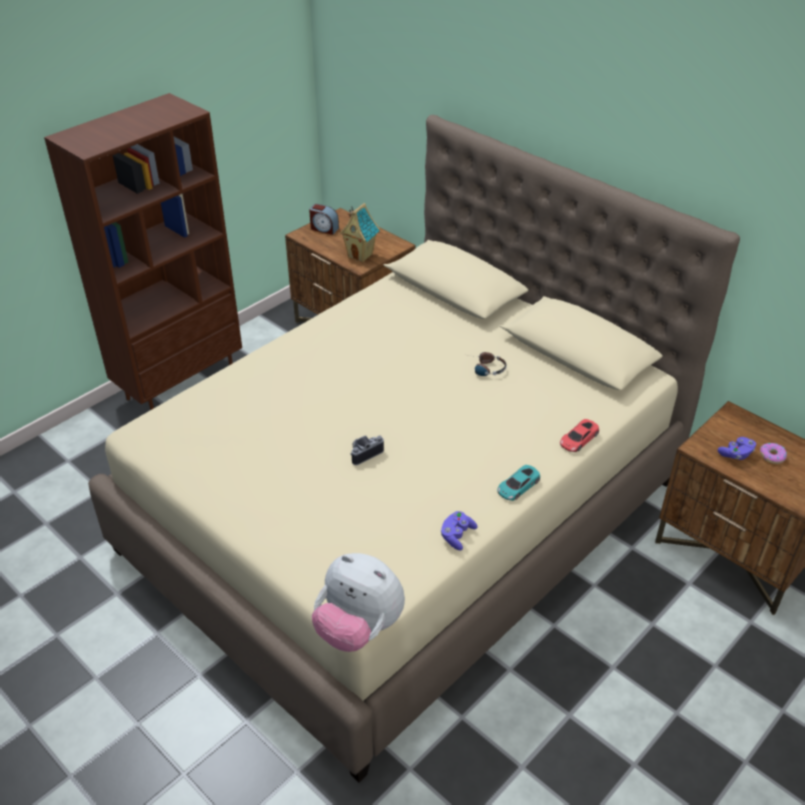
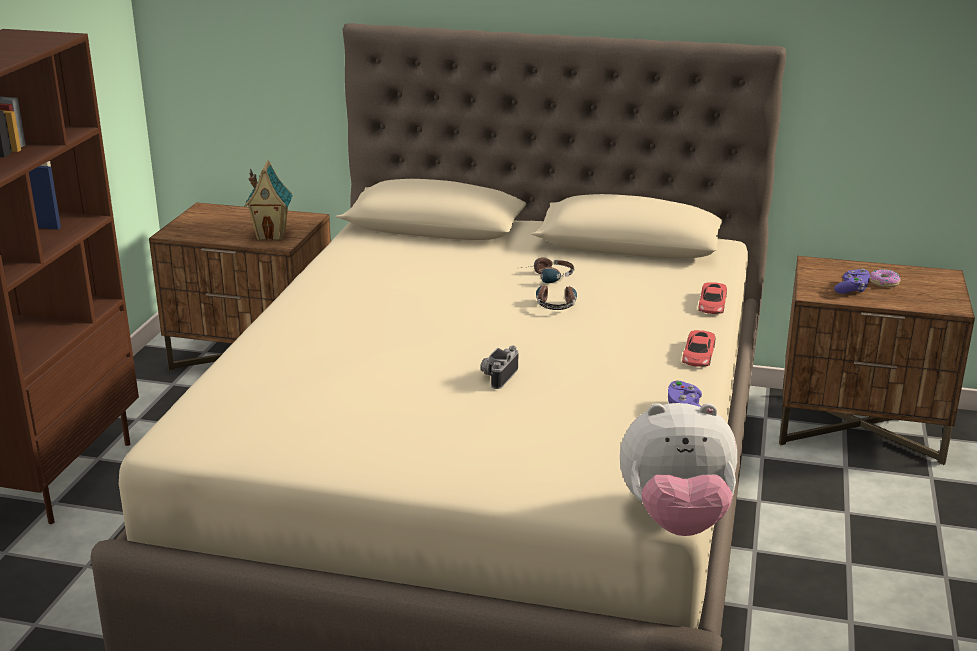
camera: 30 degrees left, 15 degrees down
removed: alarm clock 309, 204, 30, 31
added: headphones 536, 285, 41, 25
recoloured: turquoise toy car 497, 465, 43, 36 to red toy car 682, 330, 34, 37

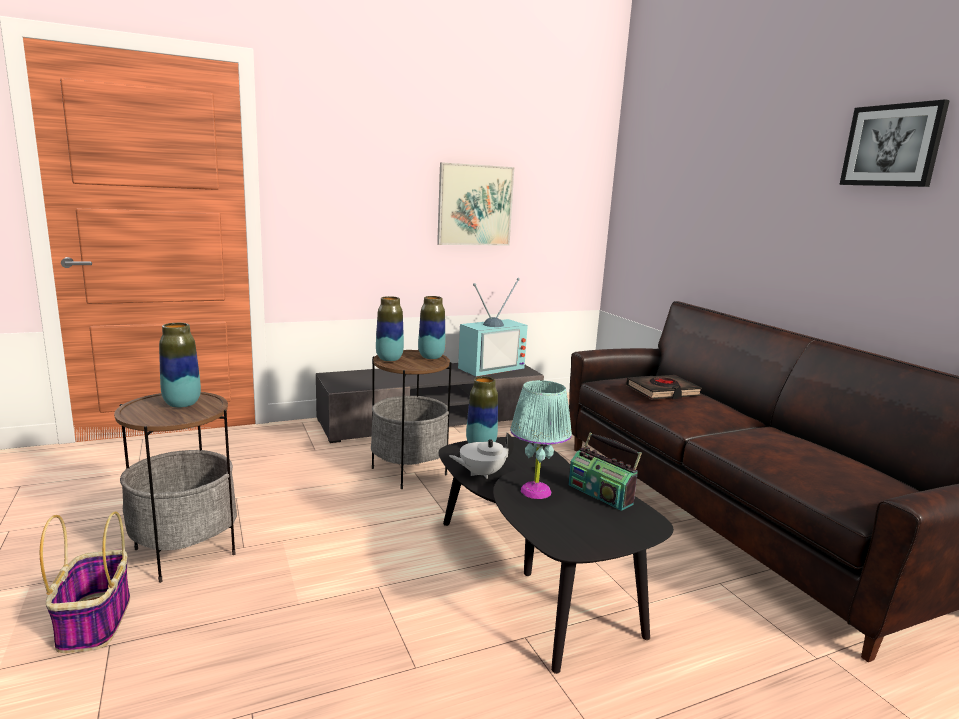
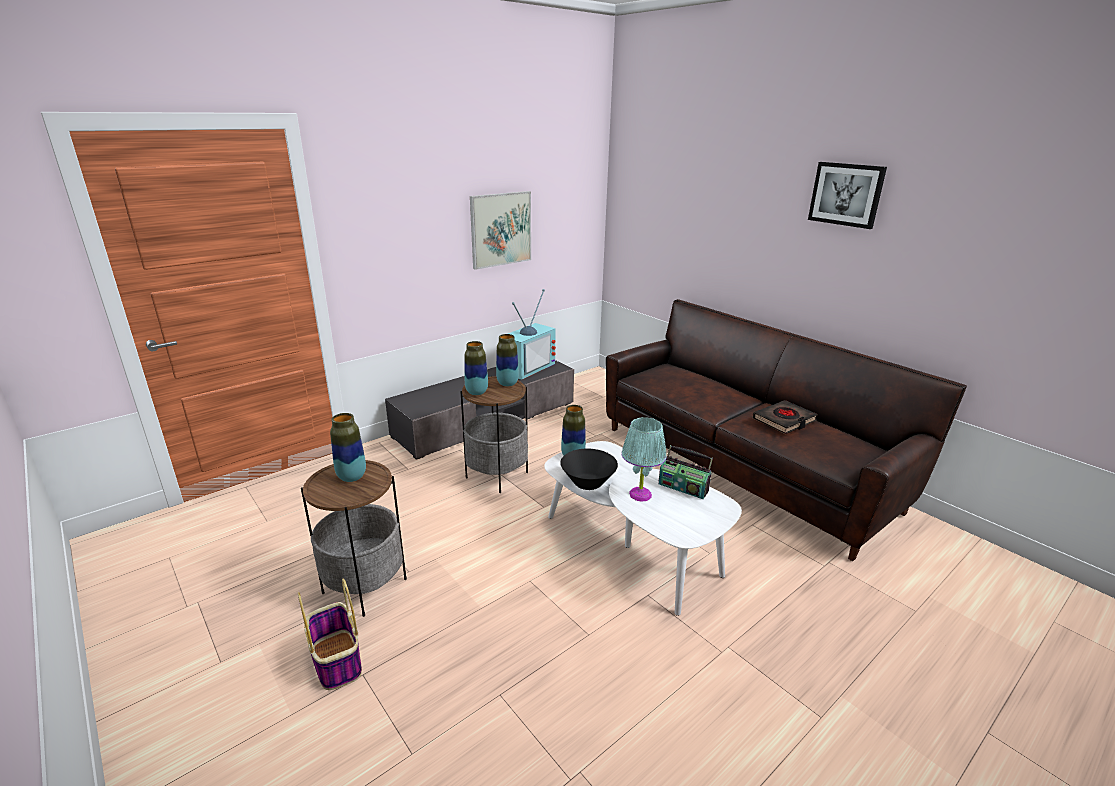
camera: 15 degrees left, 10 degrees up
moved: black book 626, 375, 76, 24 to 752, 400, 66, 34
replaced: white teapot 449, 433, 65, 46 to black bowl 560, 449, 58, 41
recoloured: black coffee table 439, 437, 235, 237 to white coffee table 544, 441, 198, 175

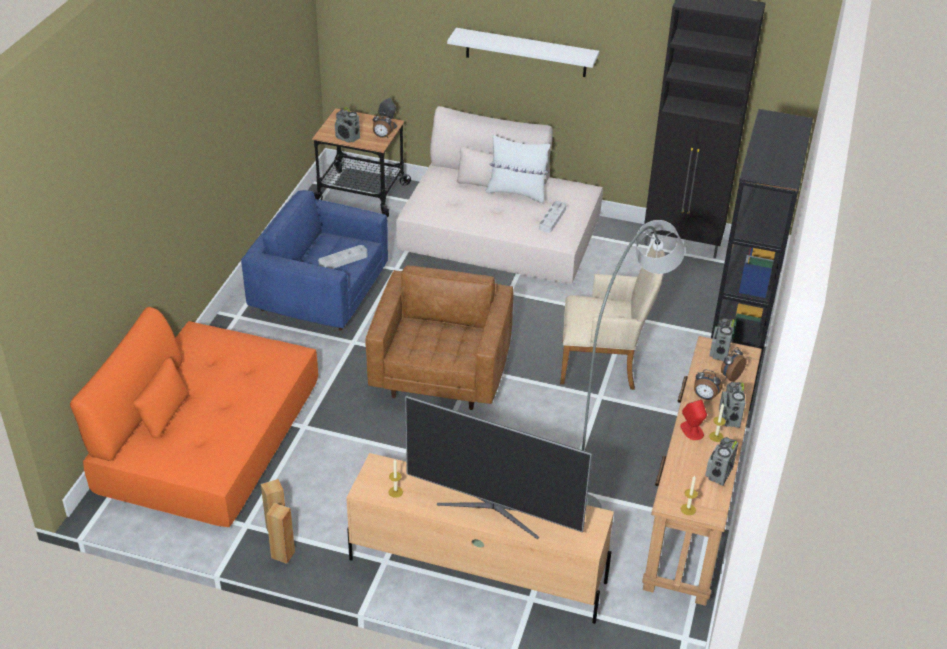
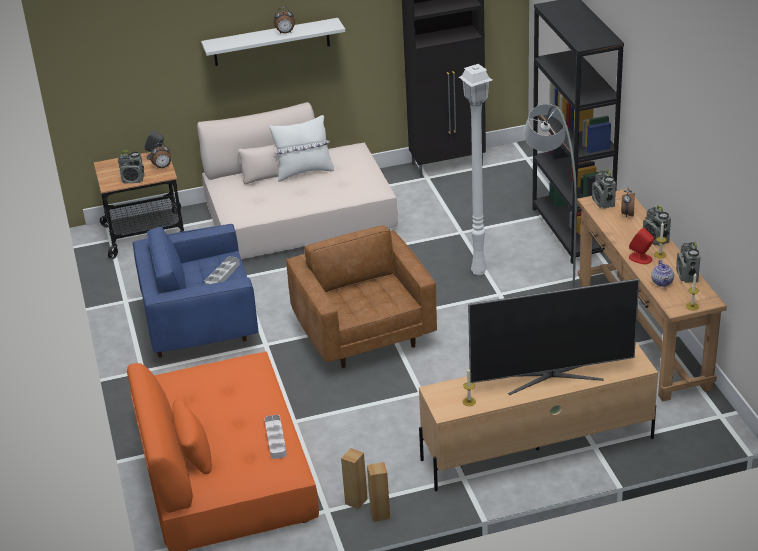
camera: 30 degrees left, 5 degrees down
added: teapot 651, 260, 23, 27
moved: white tray 539, 201, 27, 32 to 265, 415, 22, 44; alarm clock 694, 369, 29, 31 to 274, 7, 21, 27
replaced: beige armchair 560, 242, 105, 148 to white floor lamp 459, 64, 33, 211

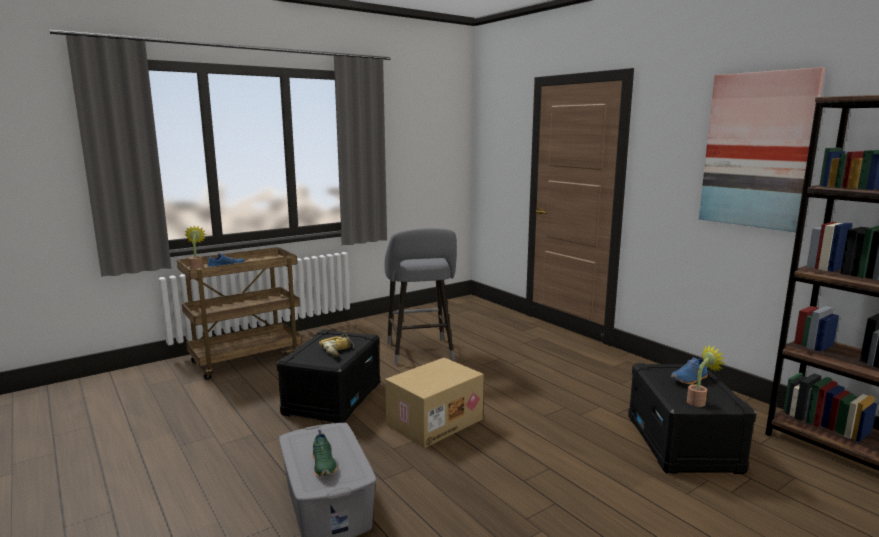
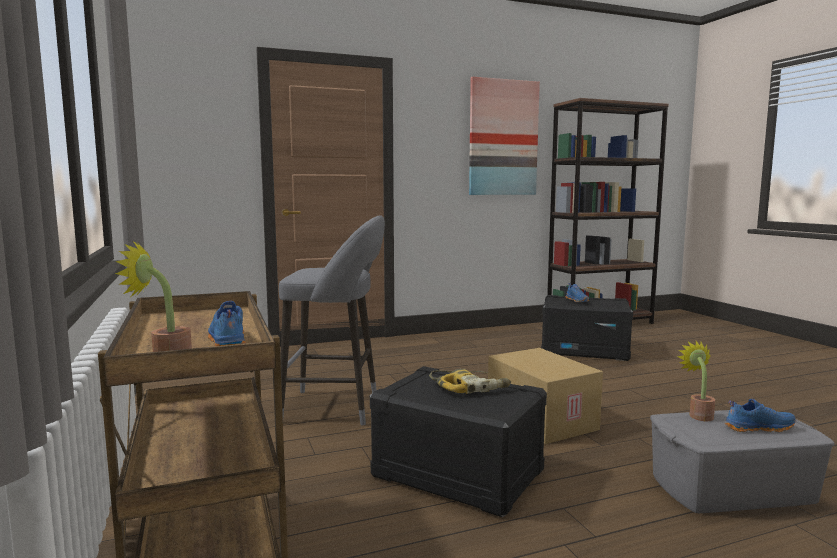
camera: 75 degrees left, 5 degrees down
moved: potted plant 687, 345, 38, 62 to 677, 341, 38, 80
recoloured: green shoe 312, 429, 25, 48 to blue shoe 725, 399, 71, 33

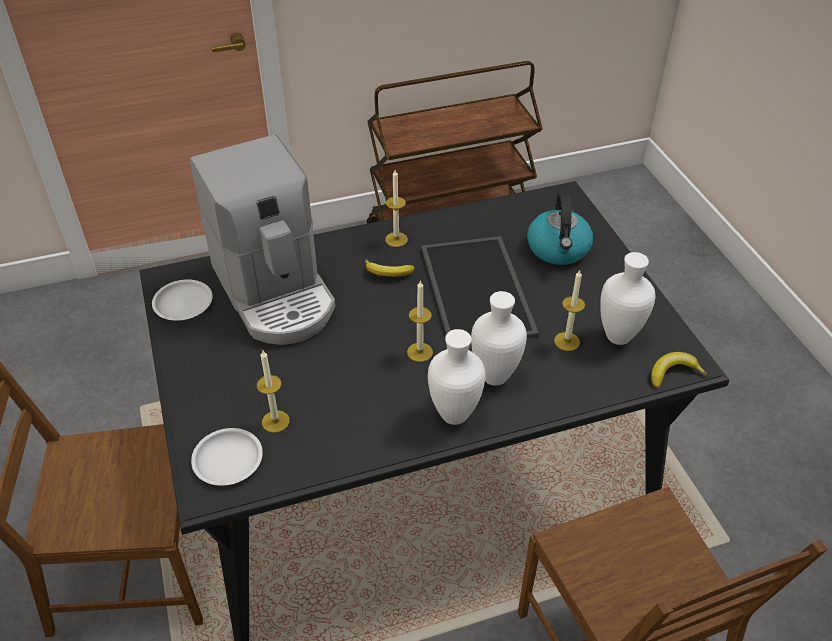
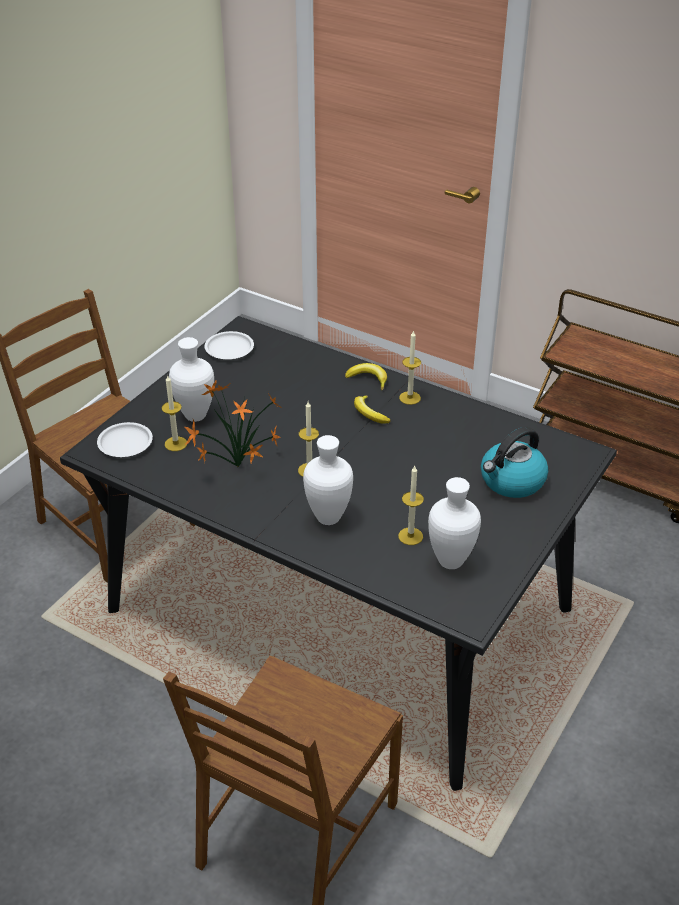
camera: 50 degrees right, 5 degrees down
removed: coffee machine 189, 134, 146, 211; tray 421, 236, 118, 110
added: potted plant 185, 381, 97, 86
moved: white vase 428, 329, 57, 96 to 169, 337, 45, 85; banana 651, 352, 56, 36 to 345, 363, 42, 27

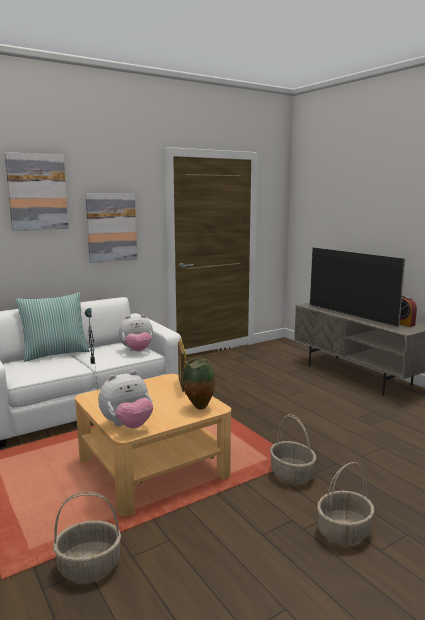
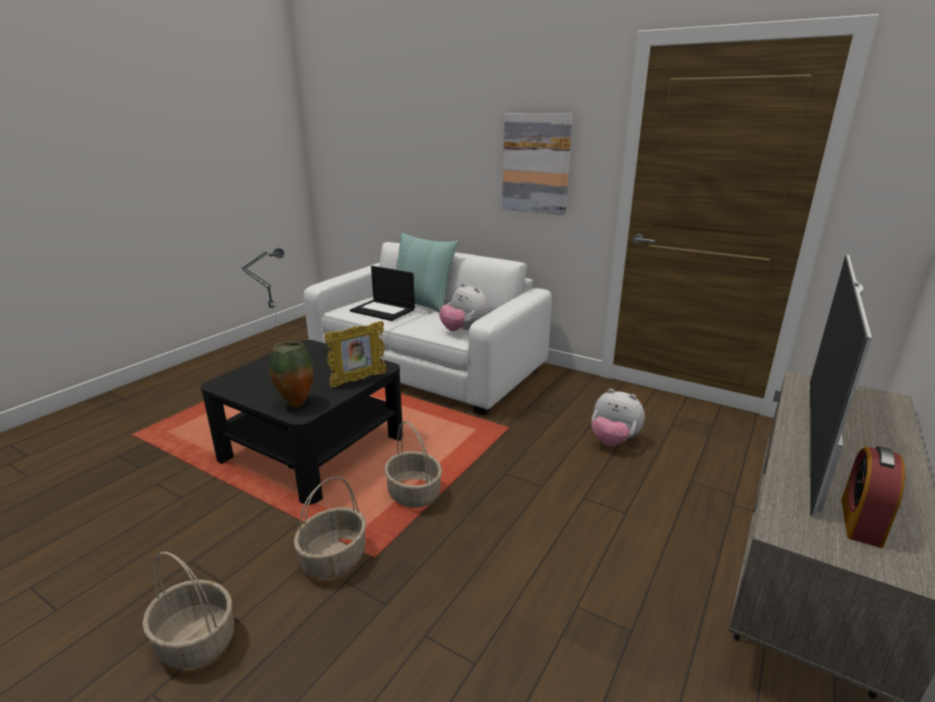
camera: 65 degrees right, 10 degrees up
removed: picture 5, 152, 64, 79
added: laptop 350, 266, 65, 55
moved: plush toy 98, 371, 55, 57 to 591, 389, 54, 57; basket 53, 491, 68, 91 to 384, 421, 58, 87
recoloured: beige coffee table 75, 374, 156, 143 to black coffee table 201, 340, 202, 165

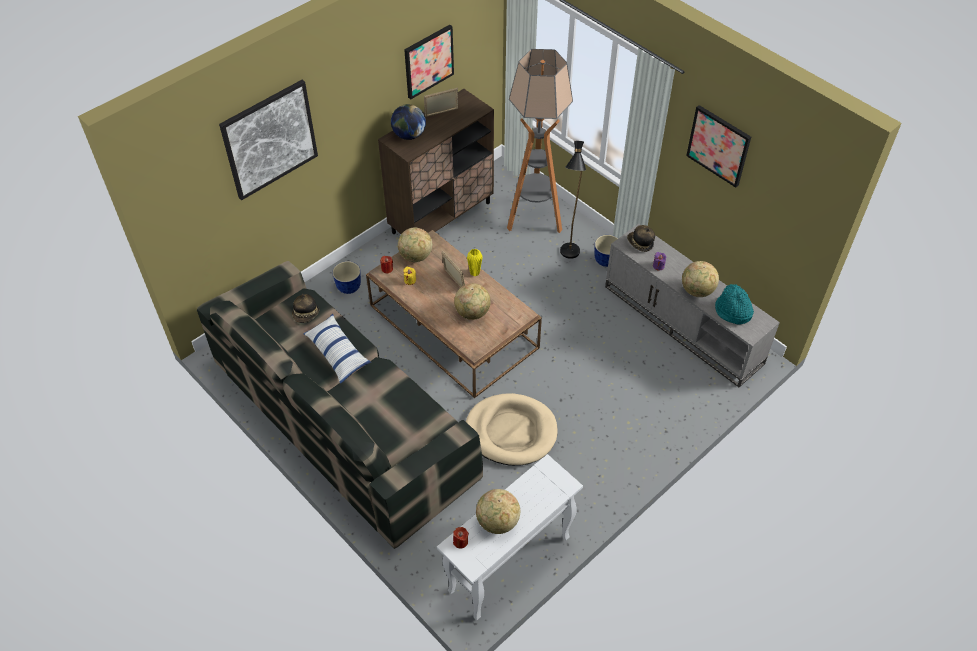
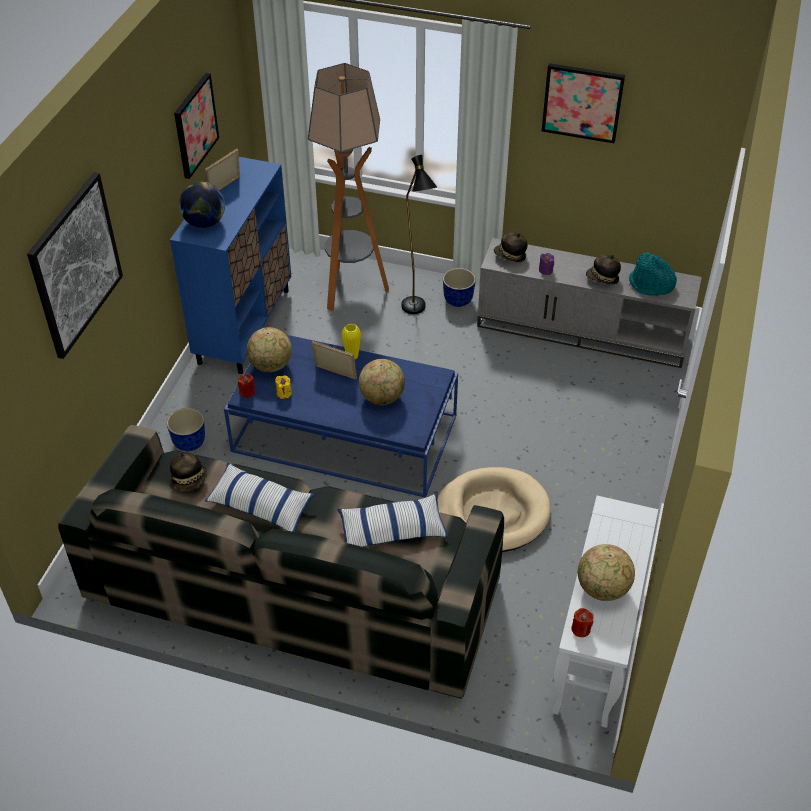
camera: 30 degrees left, 5 degrees down
added: pillow 337, 493, 111, 54
replaced: globe 682, 261, 37, 36 to hat 586, 255, 35, 29
recoloured: brown cabinet 378, 89, 116, 145 to blue cabinet 170, 157, 121, 217; brown coffee table 366, 230, 176, 168 to blue coffee table 224, 335, 234, 163

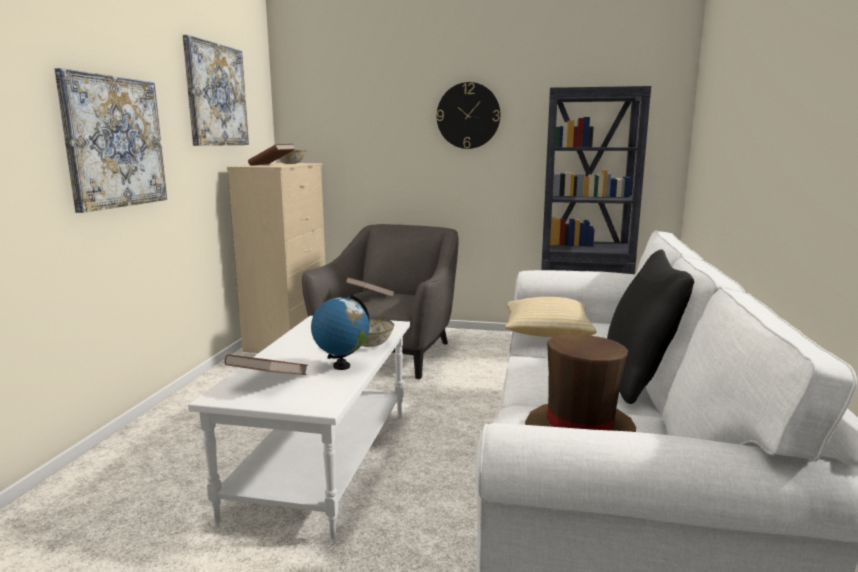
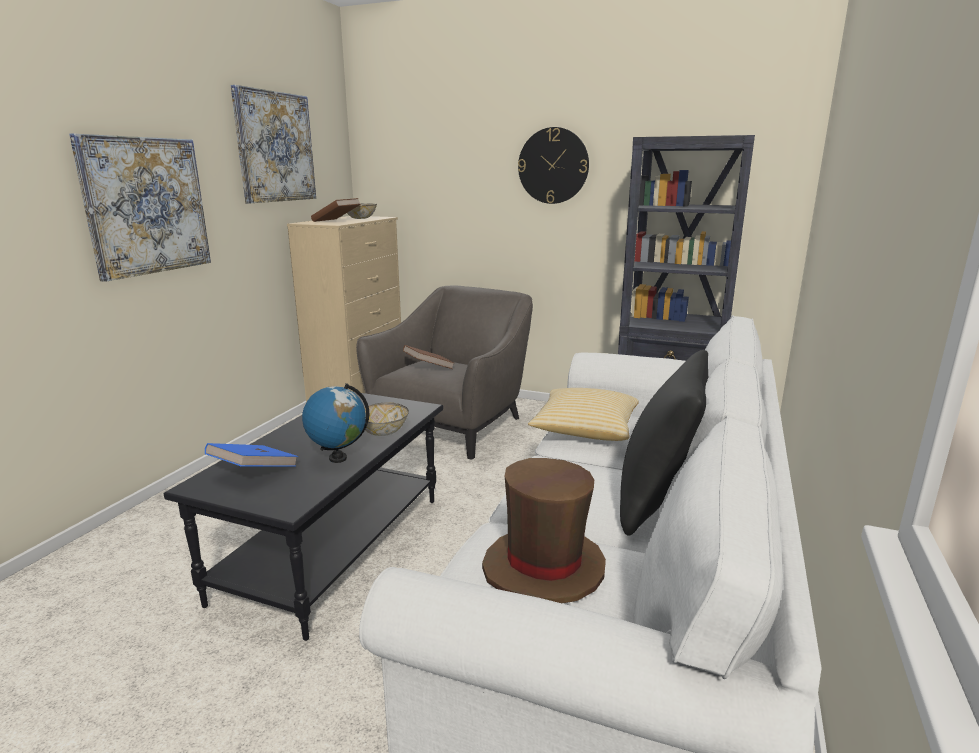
camera: 10 degrees right, 5 degrees up
recoloured: white coffee table 188, 316, 222, 223 to black coffee table 164, 392, 279, 249; brown book 224, 354, 84, 21 to blue book 205, 443, 93, 24

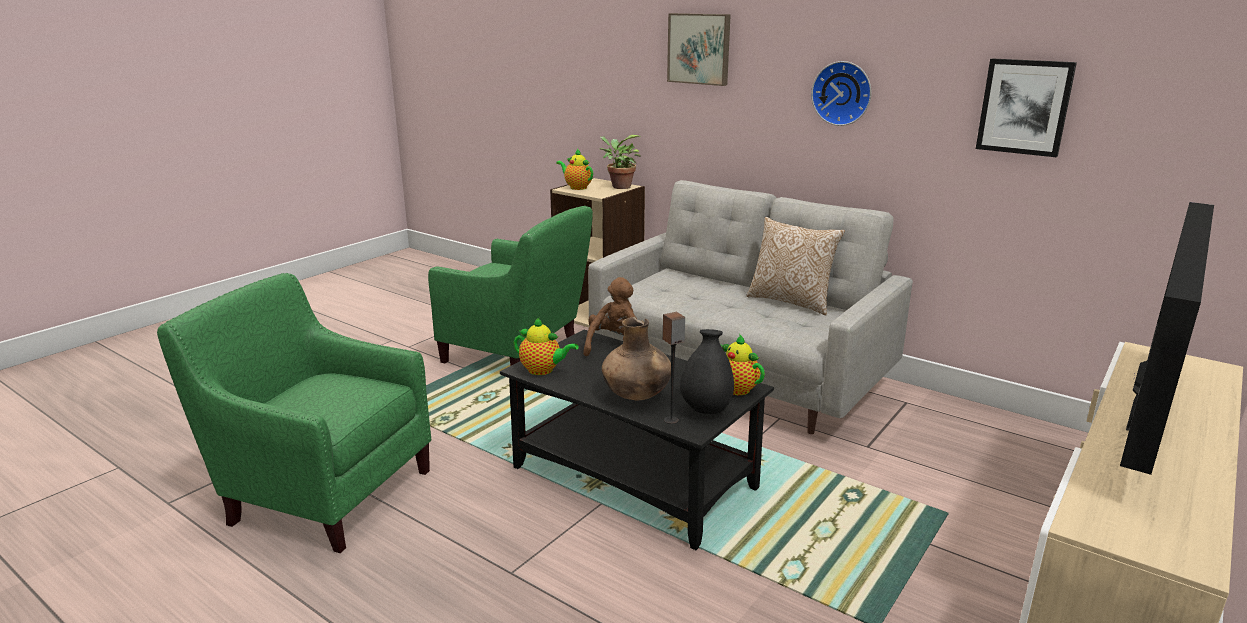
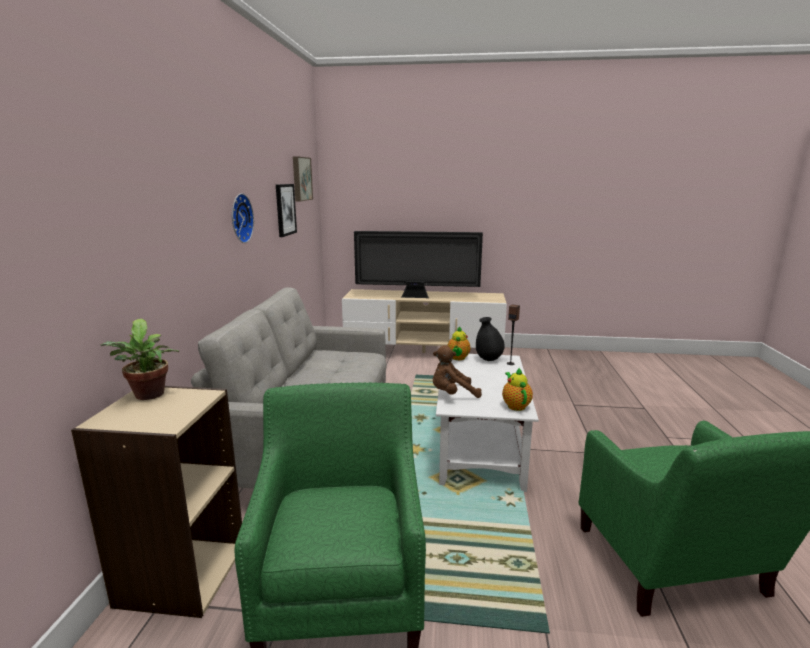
camera: 120 degrees left, 5 degrees down
removed: teapot 556, 149, 37, 41; pillow 746, 217, 99, 98; brown vase 602, 317, 69, 83
moved: picture 667, 13, 64, 73 to 293, 156, 20, 45
recoloured: black coffee table 500, 330, 274, 220 to white coffee table 436, 354, 103, 138

